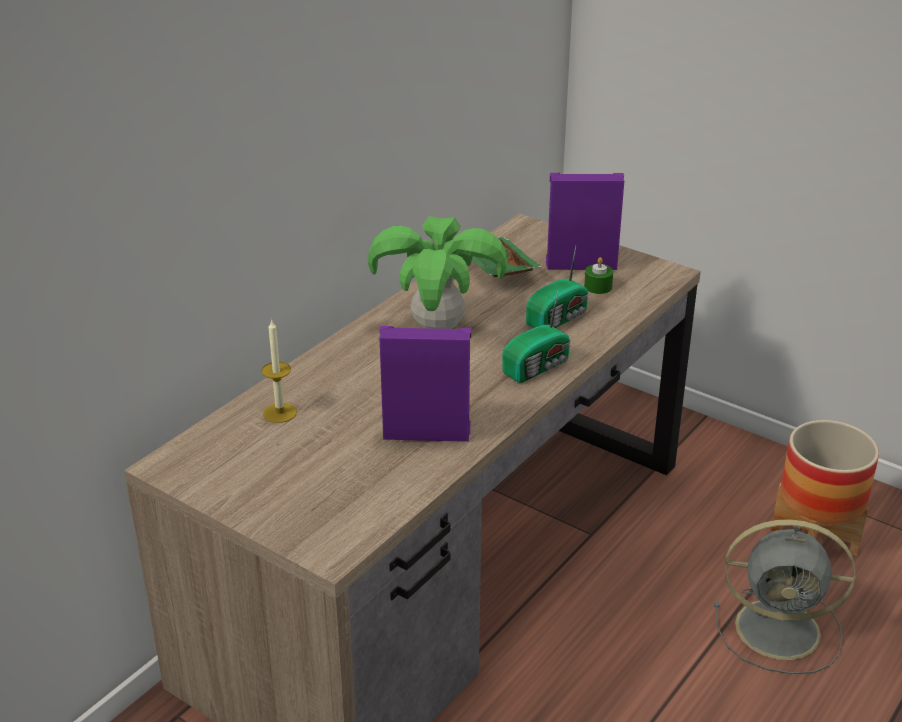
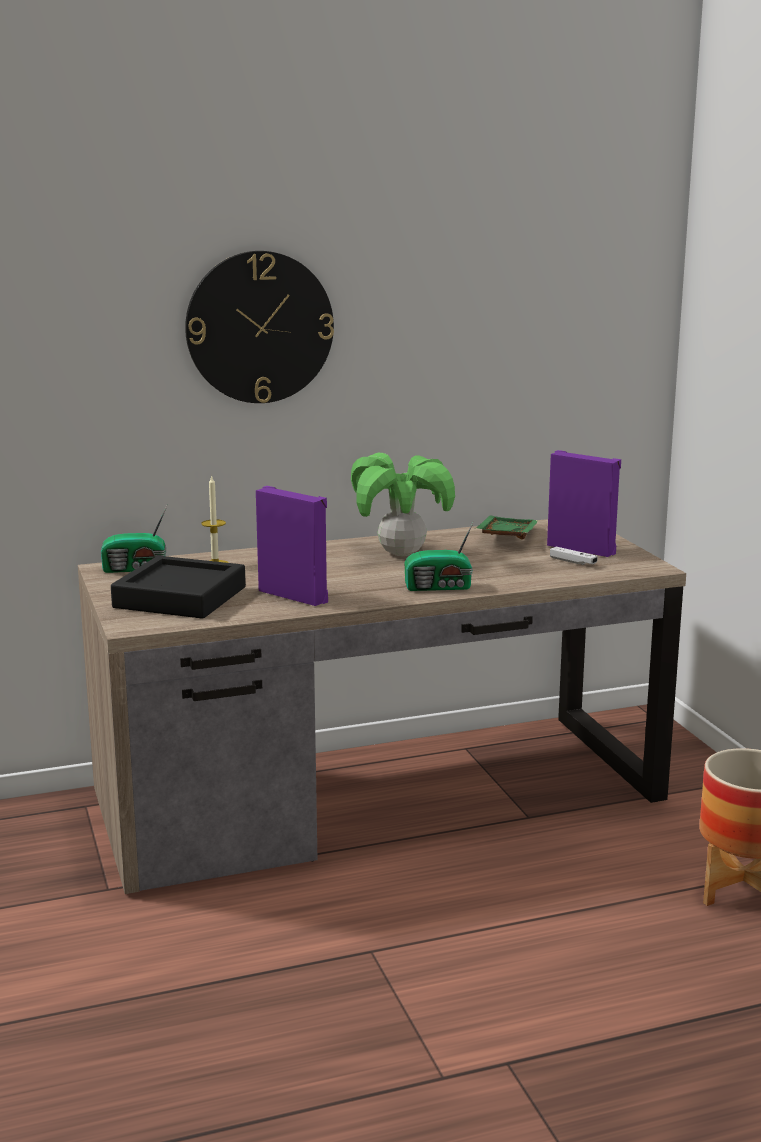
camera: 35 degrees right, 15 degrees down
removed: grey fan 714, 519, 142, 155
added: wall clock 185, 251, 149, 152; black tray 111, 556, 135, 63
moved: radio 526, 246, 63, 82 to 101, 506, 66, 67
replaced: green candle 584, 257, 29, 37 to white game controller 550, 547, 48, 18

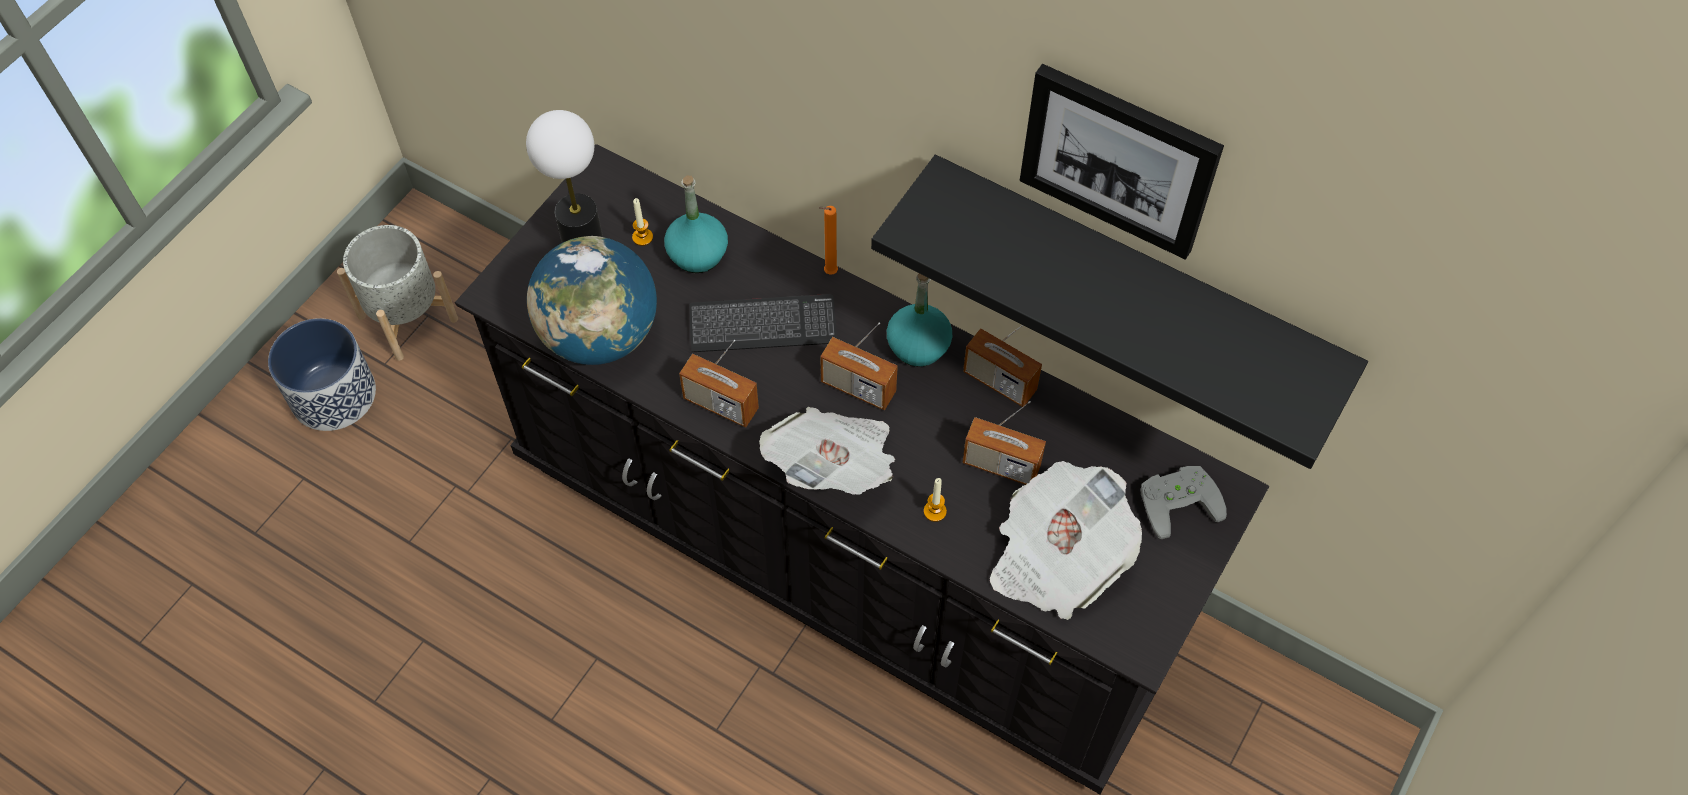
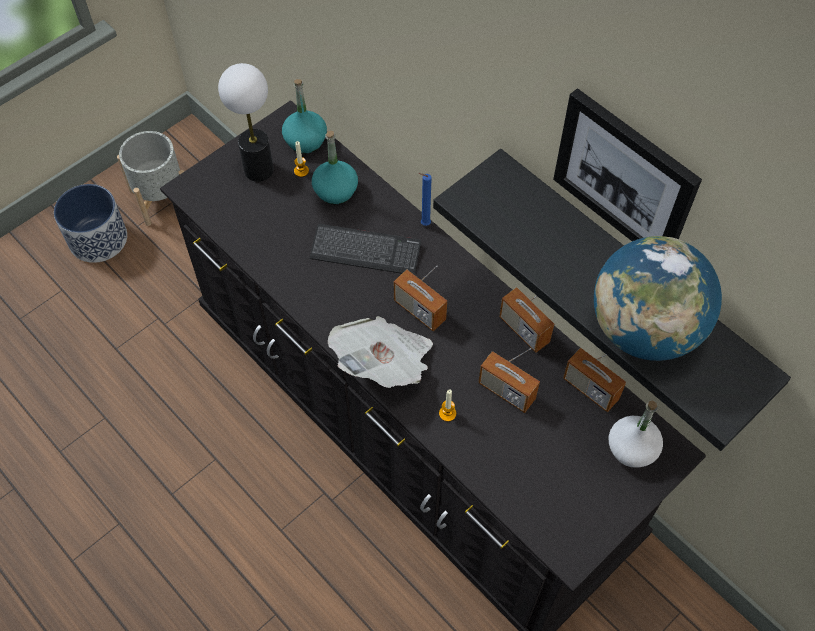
camera: 15 degrees right, 0 degrees up
removed: newspaper 990, 461, 152, 159
moved: globe 527, 236, 130, 129 to 594, 236, 128, 125; turquoise bottle 887, 273, 65, 94 to 282, 79, 45, 74; radio 679, 340, 80, 88 to 563, 348, 63, 64
replaced: grey game controller 1140, 466, 87, 73 to white bottle 609, 401, 54, 67
recoloured: orange candle 819, 206, 19, 69 to blue candle 418, 173, 14, 53

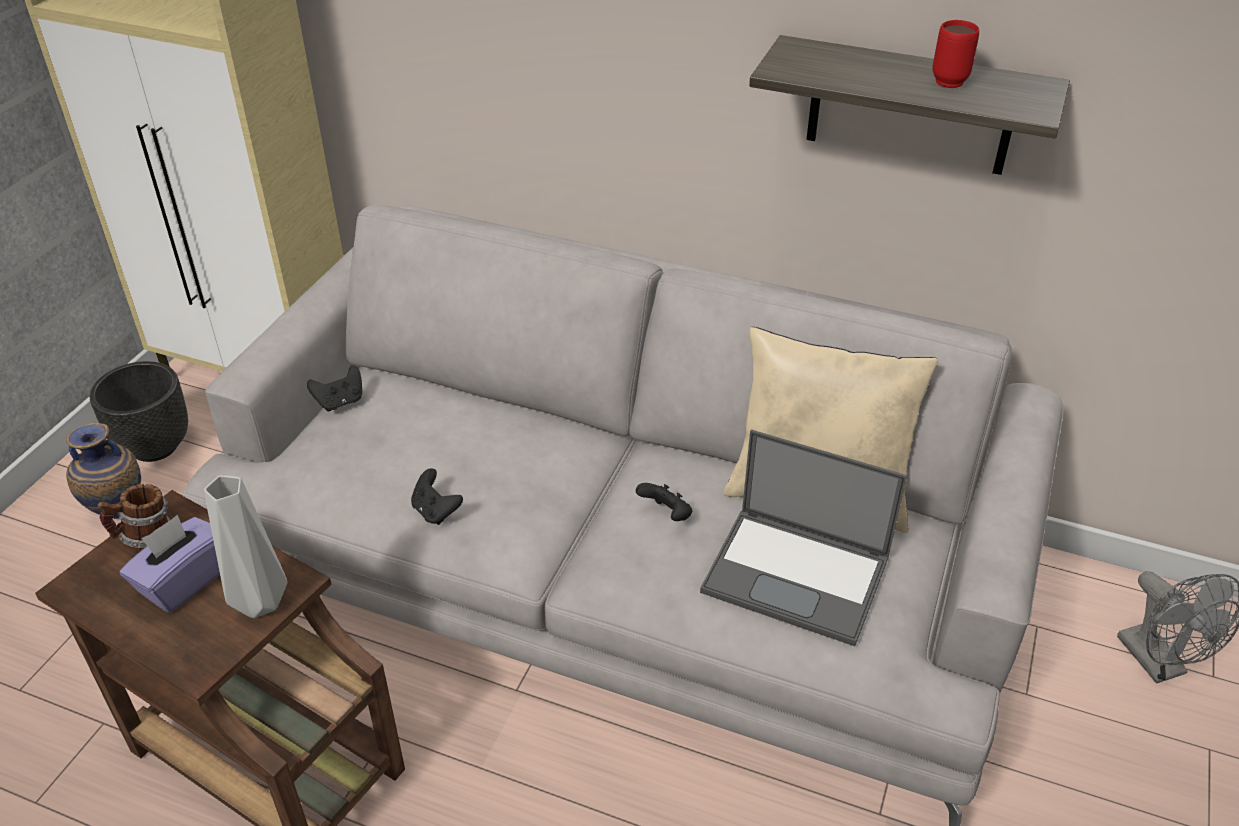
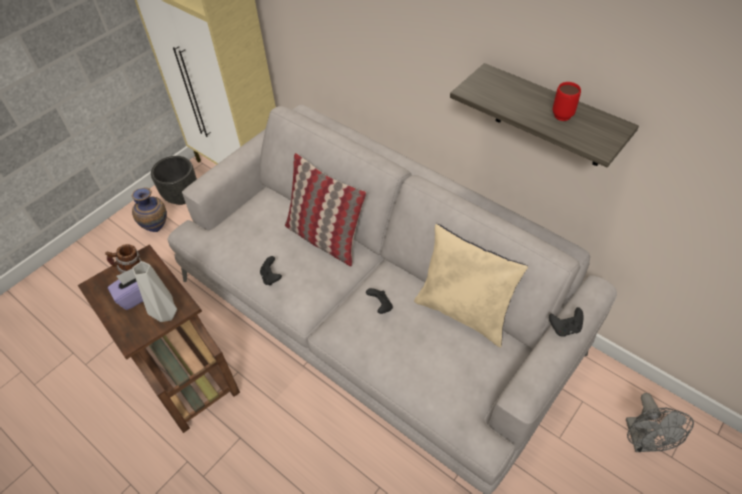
camera: 20 degrees right, 10 degrees up
removed: laptop 700, 430, 207, 216
added: pillow 285, 153, 81, 114
moved: black game controller 307, 365, 55, 46 to 549, 307, 34, 30

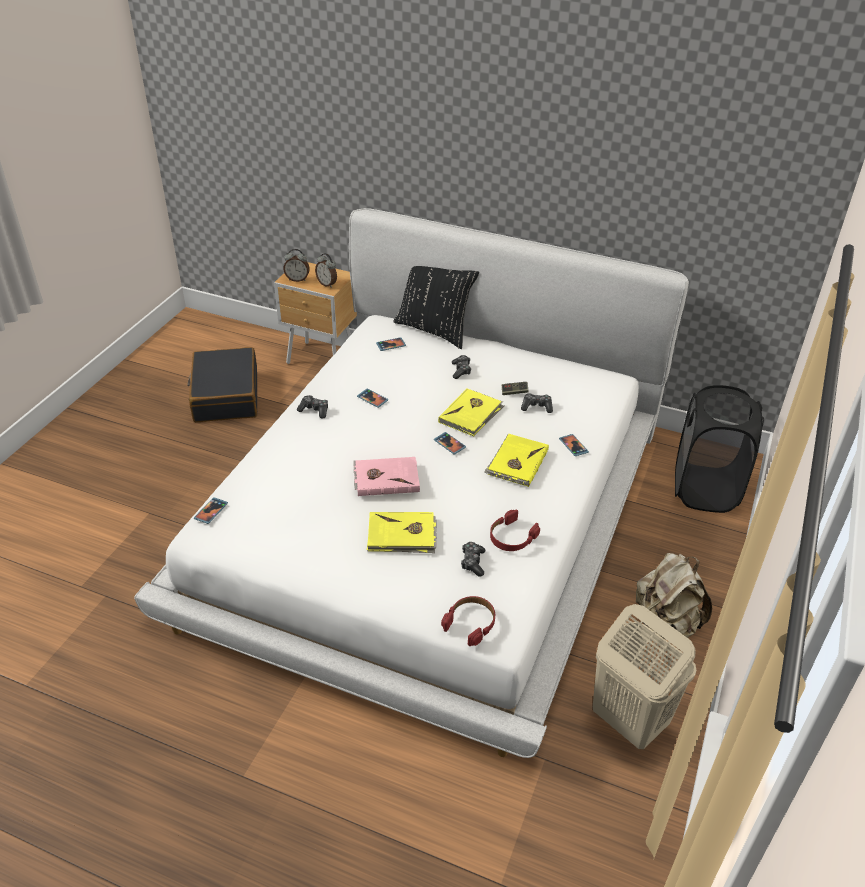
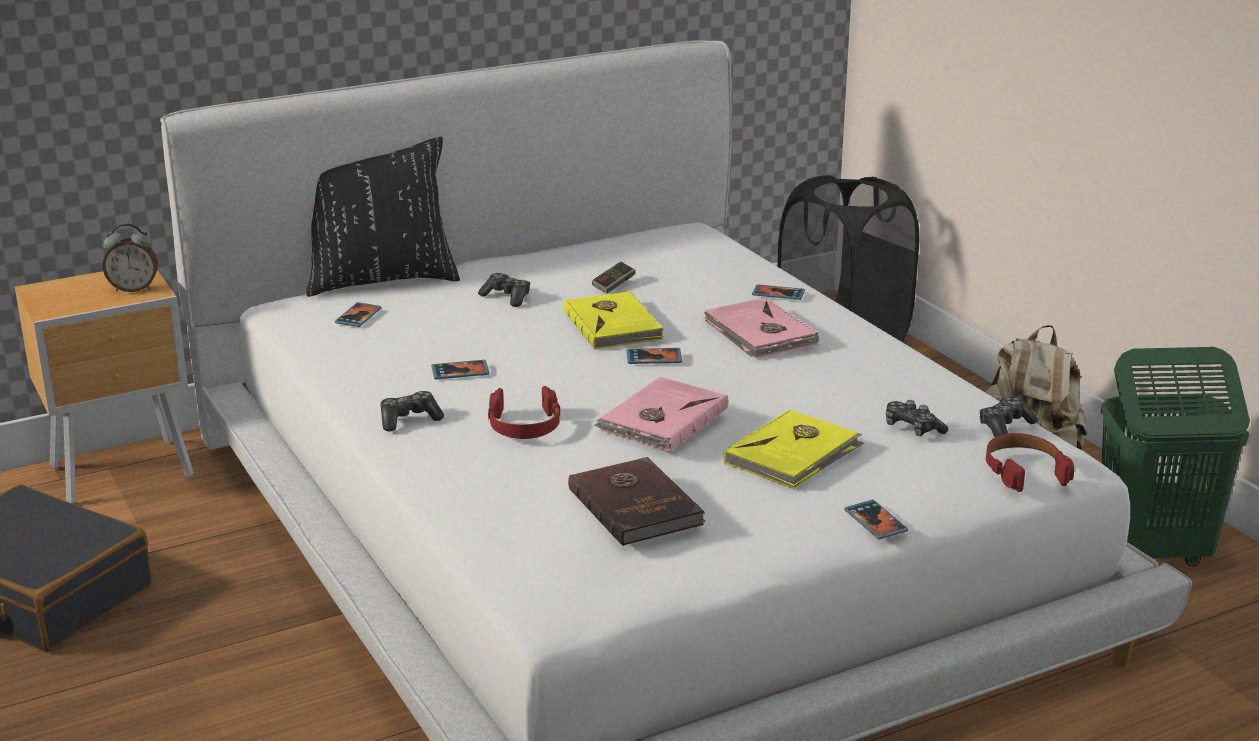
camera: 50 degrees left, 15 degrees down
removed: alarm clock 283, 249, 27, 33
added: brown book 568, 457, 138, 89
moved: game controller 521, 393, 32, 20 to 979, 396, 59, 41; phone 194, 497, 34, 27 to 844, 500, 64, 40; red headphones 490, 510, 50, 41 to 488, 386, 72, 53
recoloured: yellow book 484, 434, 65, 53 to pink book 704, 298, 115, 60; beige laundry basket 593, 604, 103, 145 to green laundry basket 1101, 347, 149, 219

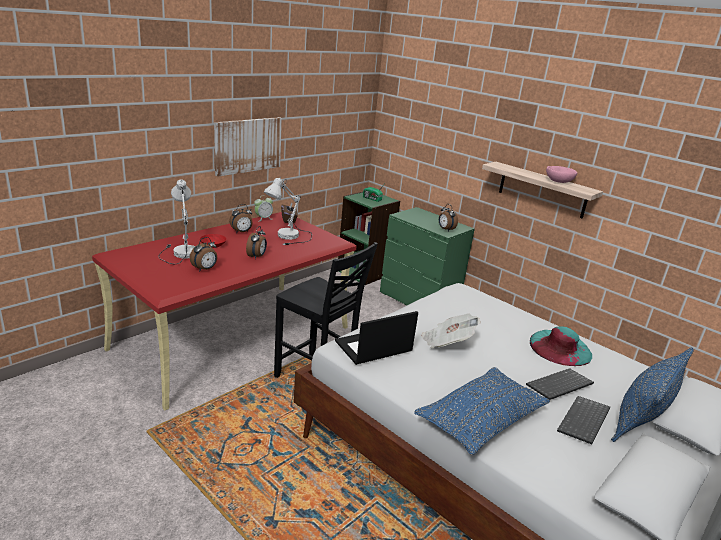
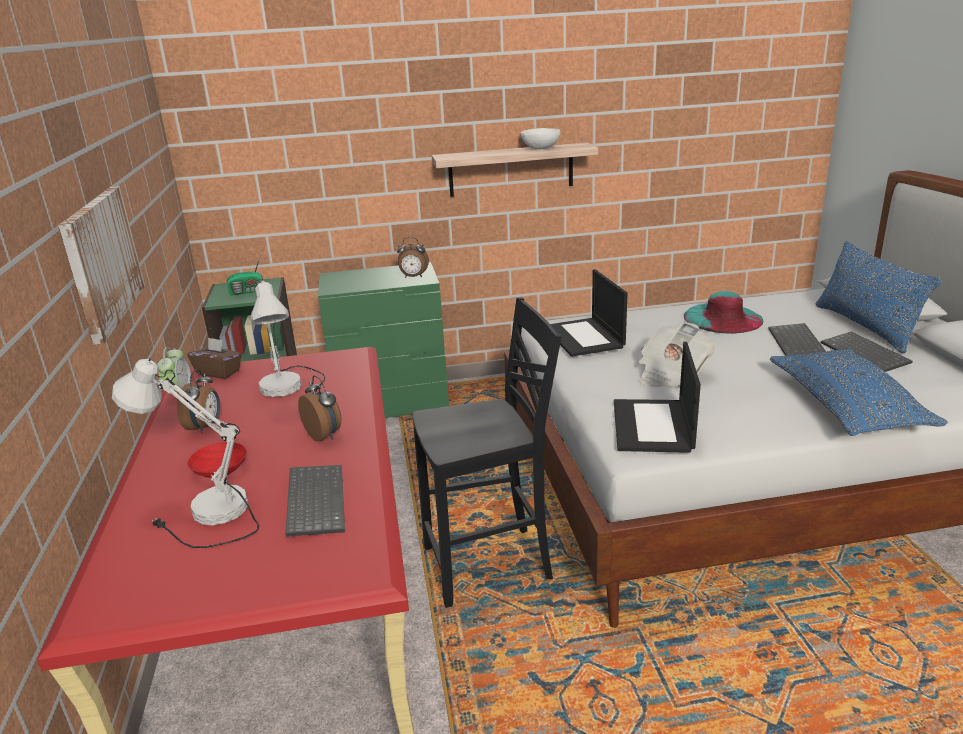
camera: 50 degrees left, 0 degrees up
added: laptop 550, 269, 78, 88
replaced: alarm clock 190, 237, 27, 34 to keyboard 286, 465, 59, 72
recoloured: pink bowl 546, 166, 31, 17 to white bowl 521, 128, 40, 21

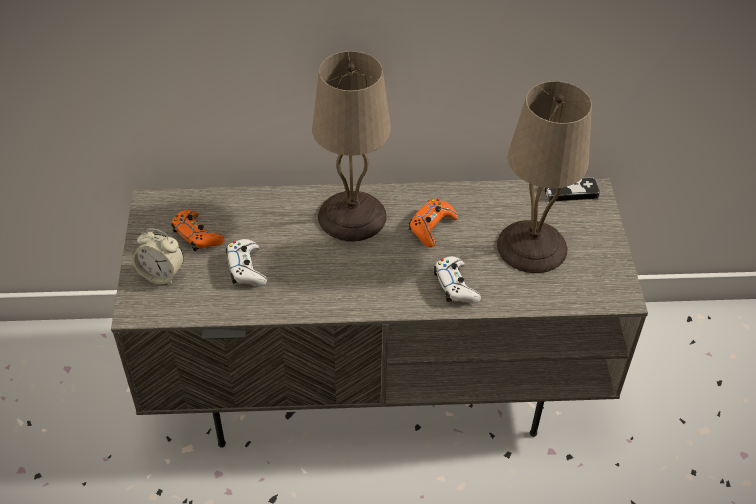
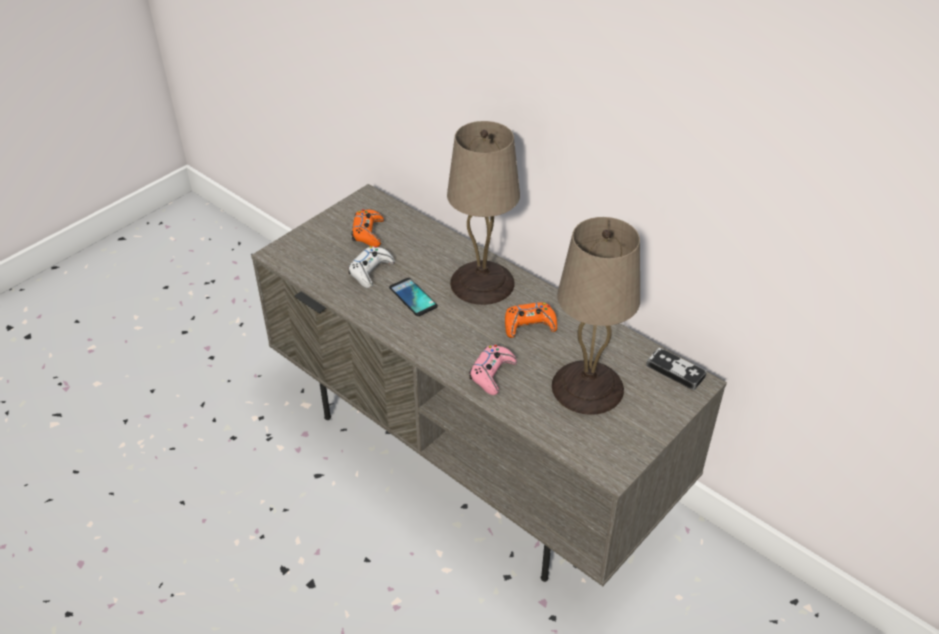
camera: 45 degrees right, 5 degrees down
removed: alarm clock 132, 228, 52, 57
added: phone 389, 278, 49, 38
recoloured: white game controller 434, 256, 47, 47 to pink game controller 469, 345, 48, 50

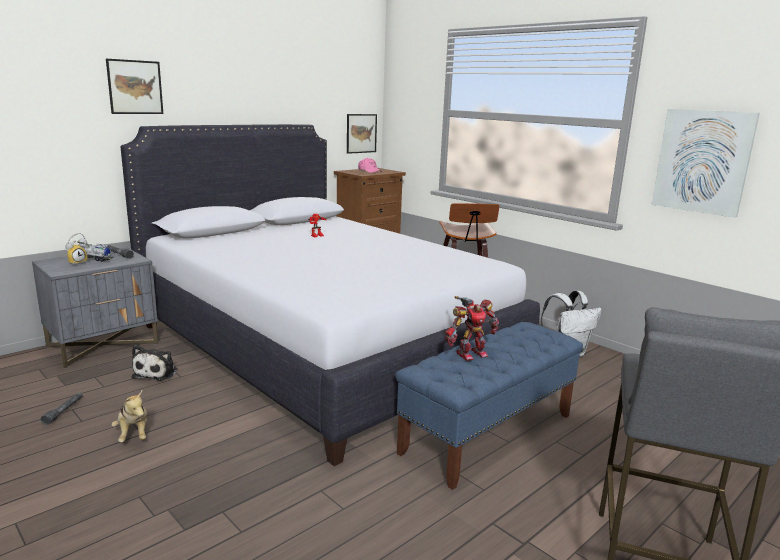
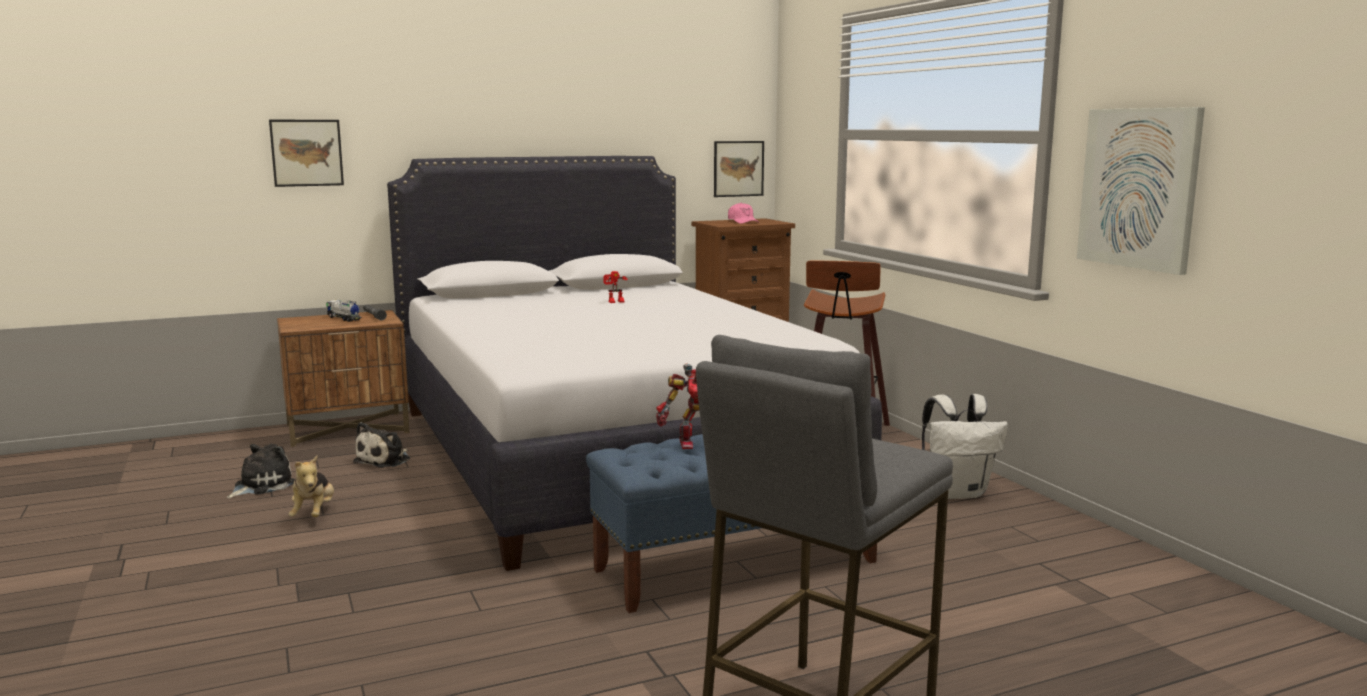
camera: 20 degrees right, 5 degrees down
removed: alarm clock 65, 233, 23, 33
moved: picture 106, 59, 57, 55 to 269, 120, 75, 67
replaced: grey flashlight 41, 392, 42, 33 to plush toy 227, 444, 68, 55
recoloured: grey nightstand 32, 248, 126, 121 to brown nightstand 277, 310, 133, 137

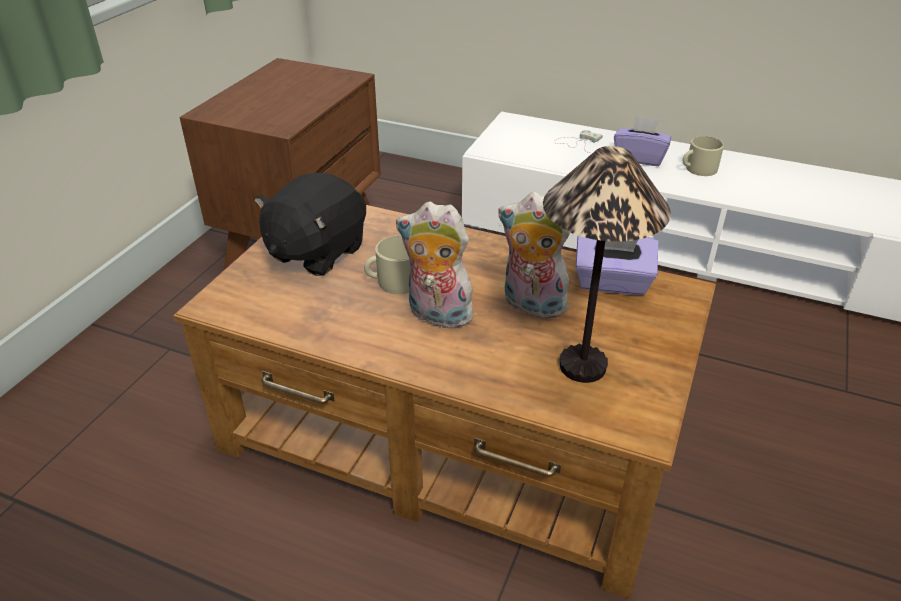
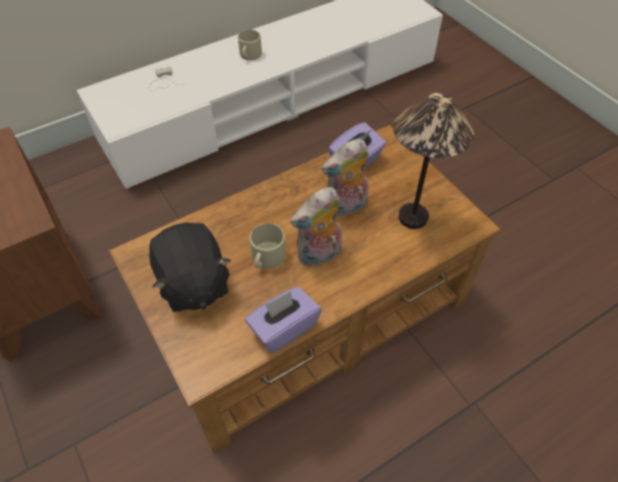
camera: 55 degrees left, 15 degrees up
moved: purple tissue box 614, 115, 57, 51 to 245, 287, 76, 66

